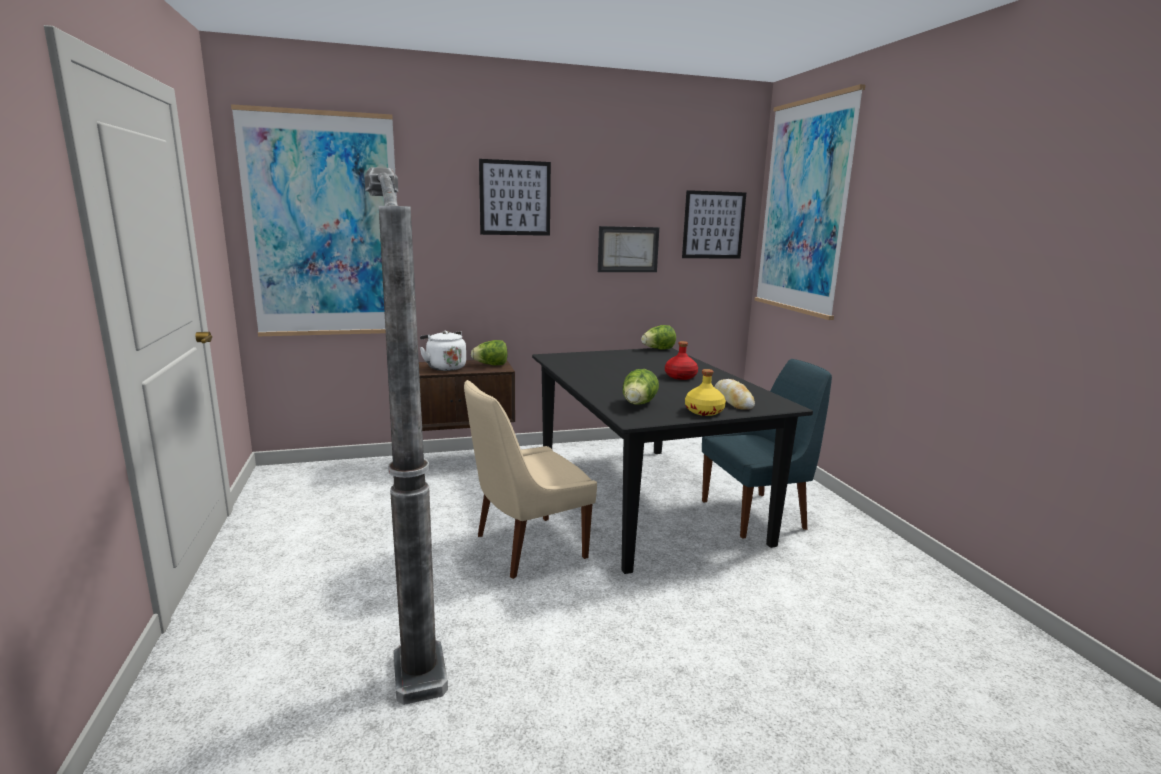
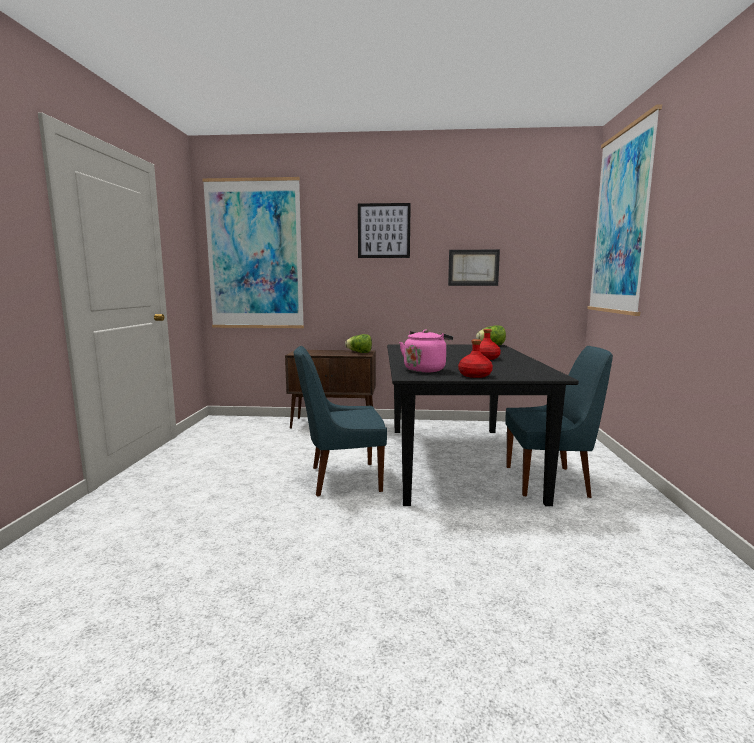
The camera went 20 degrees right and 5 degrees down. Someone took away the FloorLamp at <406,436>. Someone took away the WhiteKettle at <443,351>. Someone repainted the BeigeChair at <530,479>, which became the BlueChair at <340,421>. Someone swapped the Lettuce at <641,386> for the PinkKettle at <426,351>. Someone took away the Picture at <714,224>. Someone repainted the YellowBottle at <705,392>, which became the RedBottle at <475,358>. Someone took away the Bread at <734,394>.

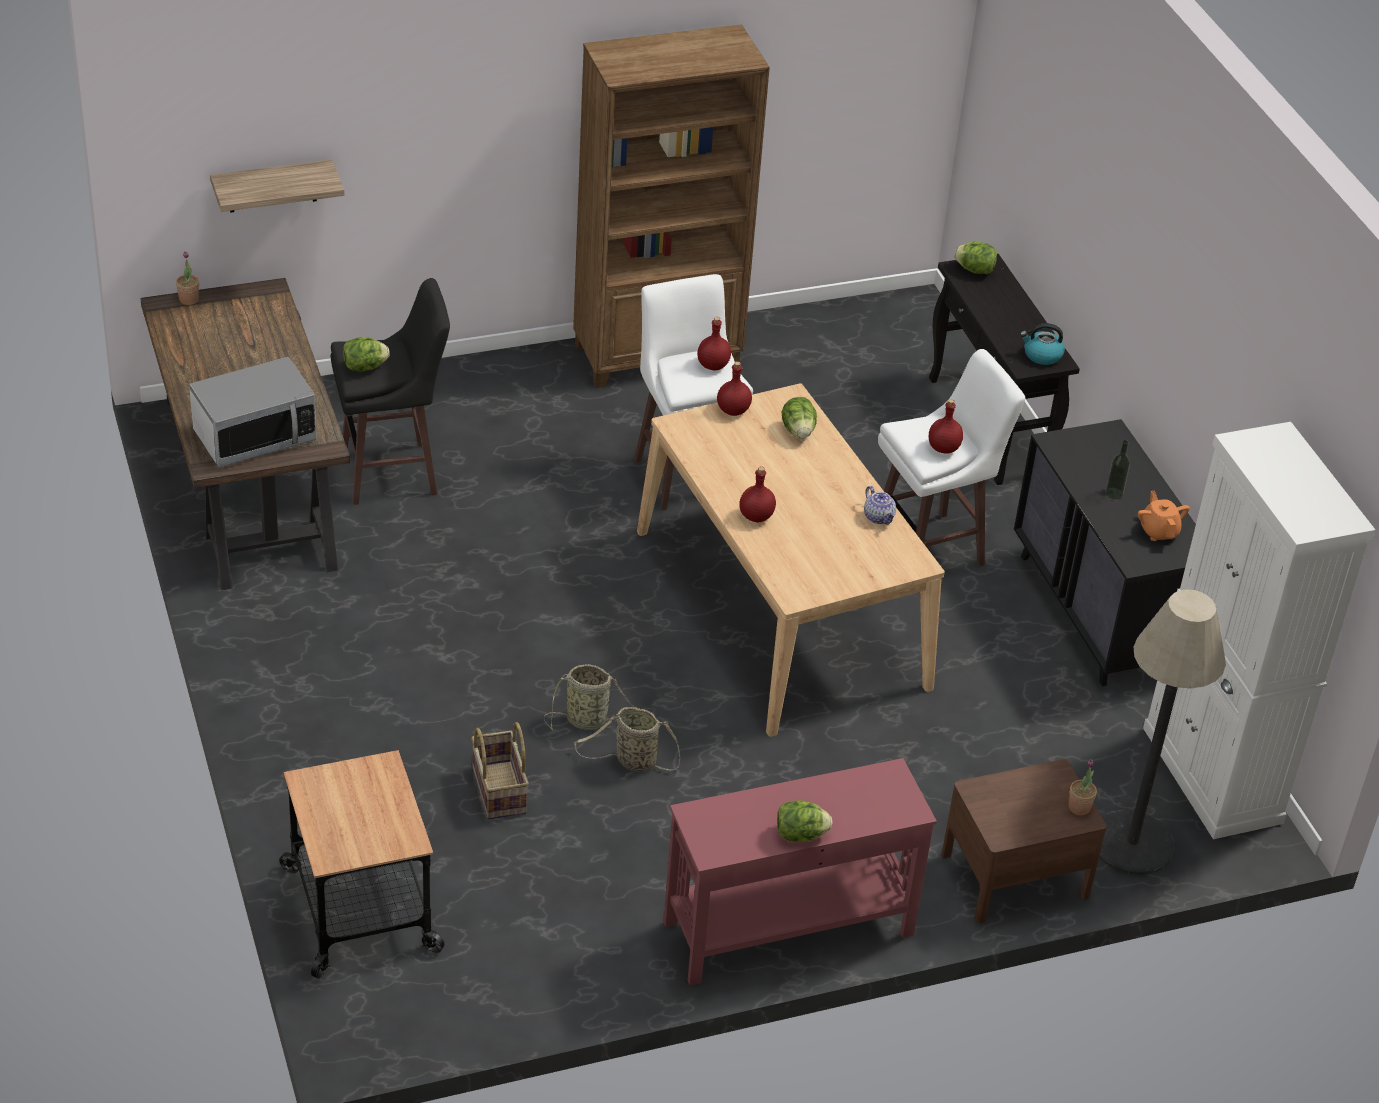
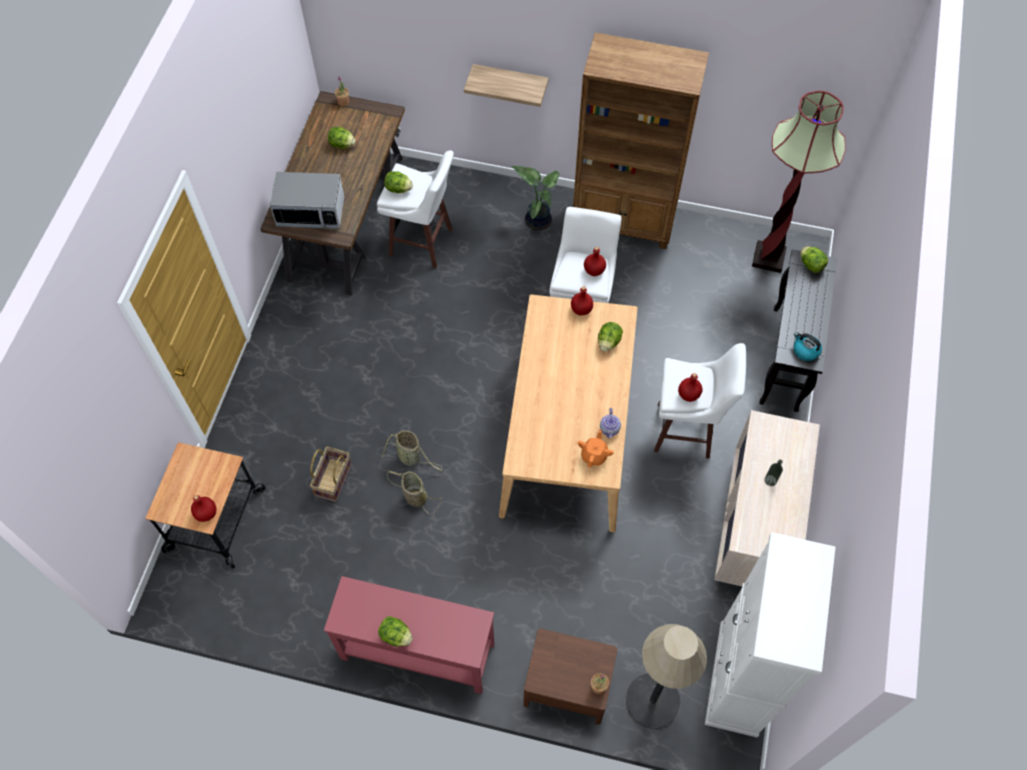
The camera went 35 degrees right and 20 degrees up. Someone carried the Shelf from <277,186> to <506,85>. Someone repainted the BlackStool at <390,391>, which became the WhiteStool at <415,209>. Someone carried the RedBottle from <757,494> to <203,508>. Someone repainted the BlackDresser at <1105,552>, which became the BeigeDresser at <767,498>. Someone carried the OrangeTeapot from <1164,516> to <596,449>. Someone put down the Lettuce at <342,138>. Someone put down the PottedPlant at <536,198>. Someone put down the FloorLamp at <799,181>.

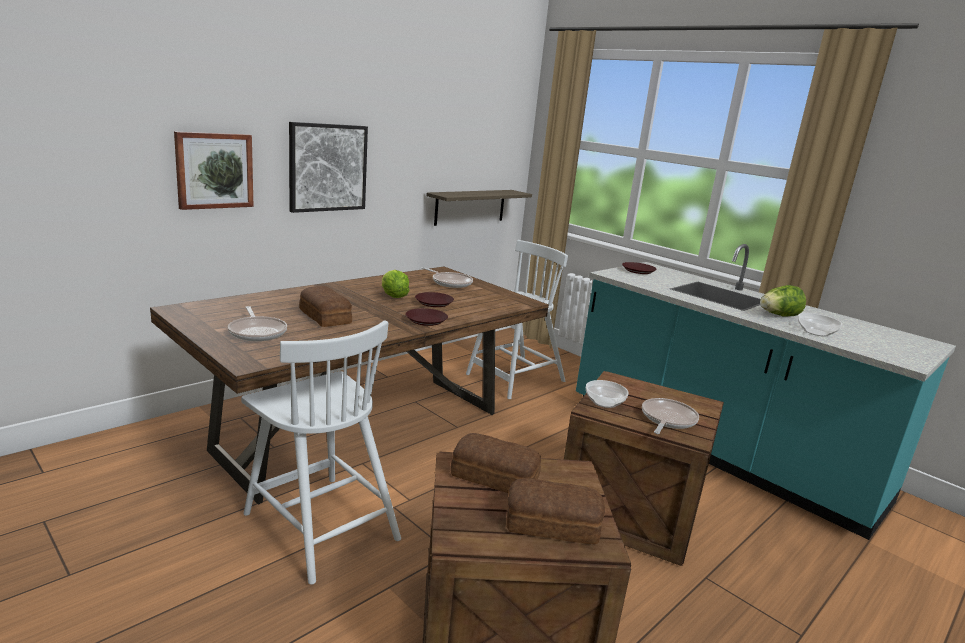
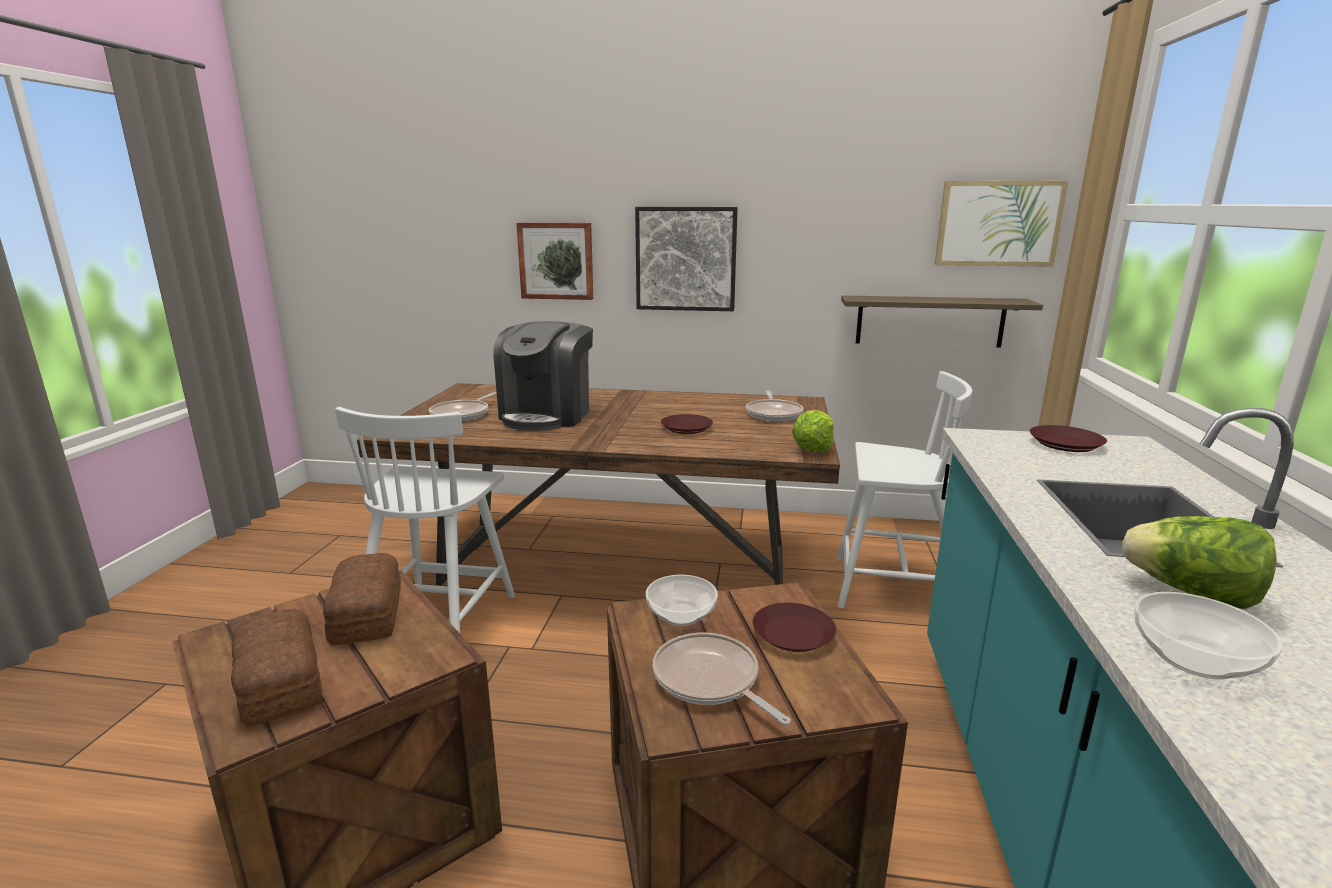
The camera went 55 degrees right and 0 degrees up. Someone swapped the Bread at <325,306> for the CoffeeMachine at <543,376>. Someone carried the Lettuce from <395,284> to <813,431>. Someone carried the BrownPlate from <427,317> to <794,627>. Someone rotated the FryingPan at <670,416> by 120 degrees counterclockwise. Someone put up the Picture at <1001,224>.

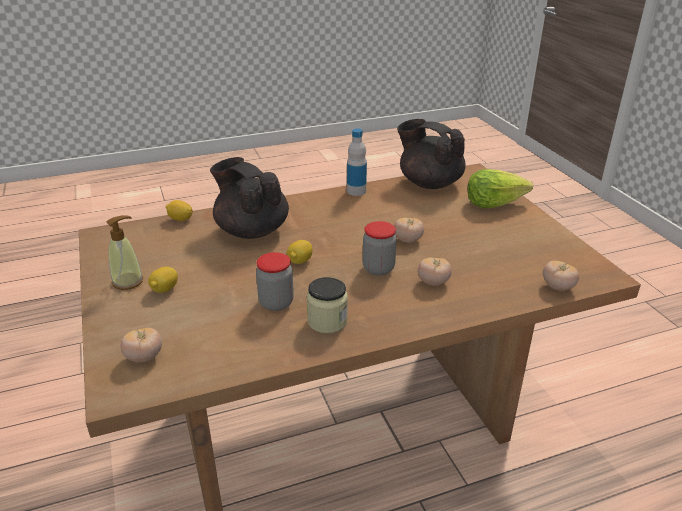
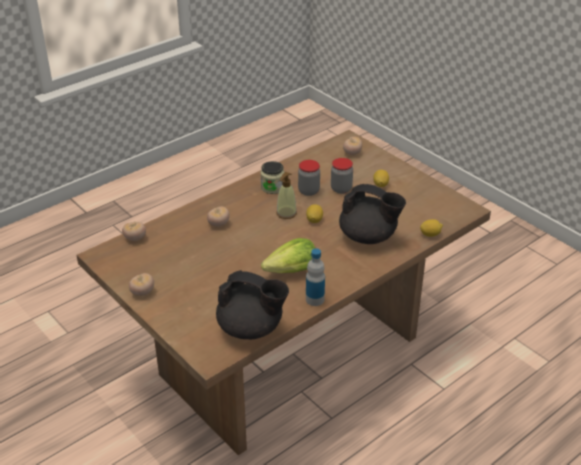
The camera went 160 degrees right and 5 degrees up. Someone carried the SoapDispenser from <124,252> to <286,195>. Someone carried the Jar from <380,248> to <342,176>. Someone carried the Tomato from <409,230> to <141,284>. Someone carried the Lettuce from <500,188> to <288,255>.

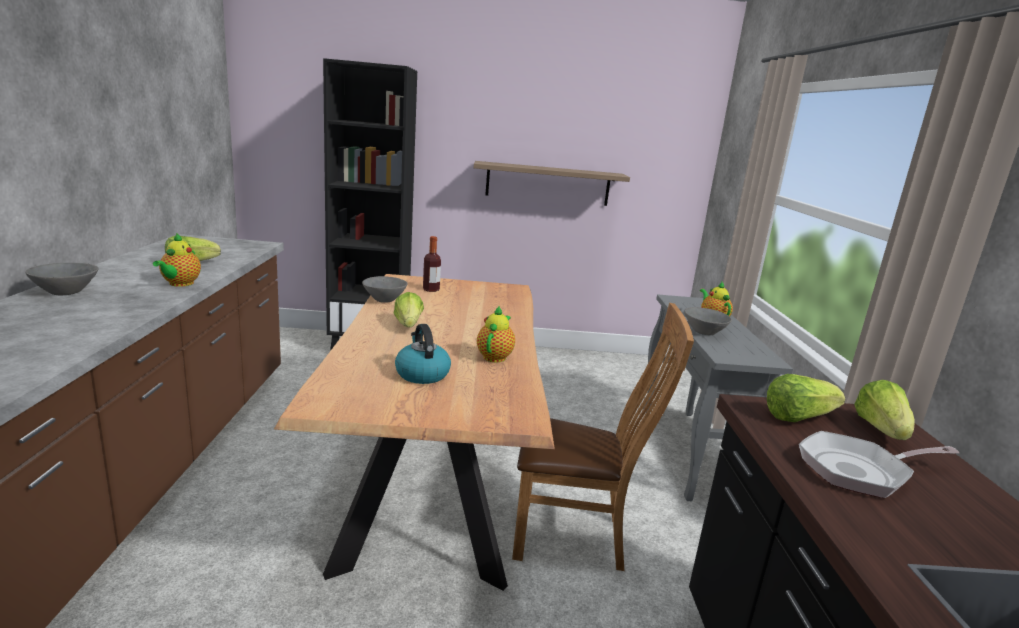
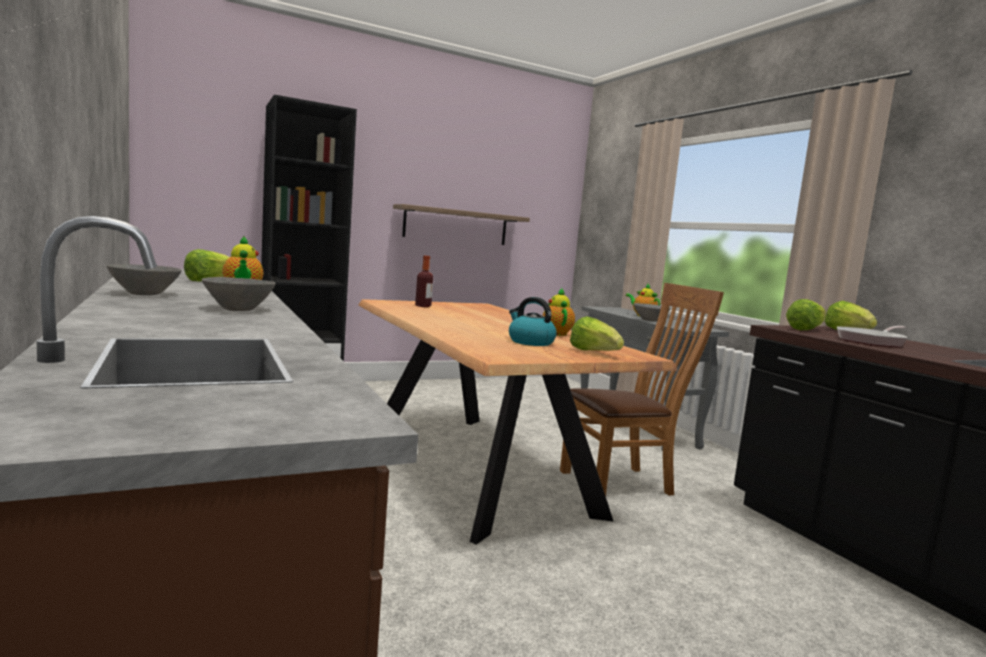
The camera went 25 degrees left and 10 degrees down. Someone carried the GreyBowl from <385,289> to <239,294>. Someone carried the Lettuce from <409,309> to <597,333>.

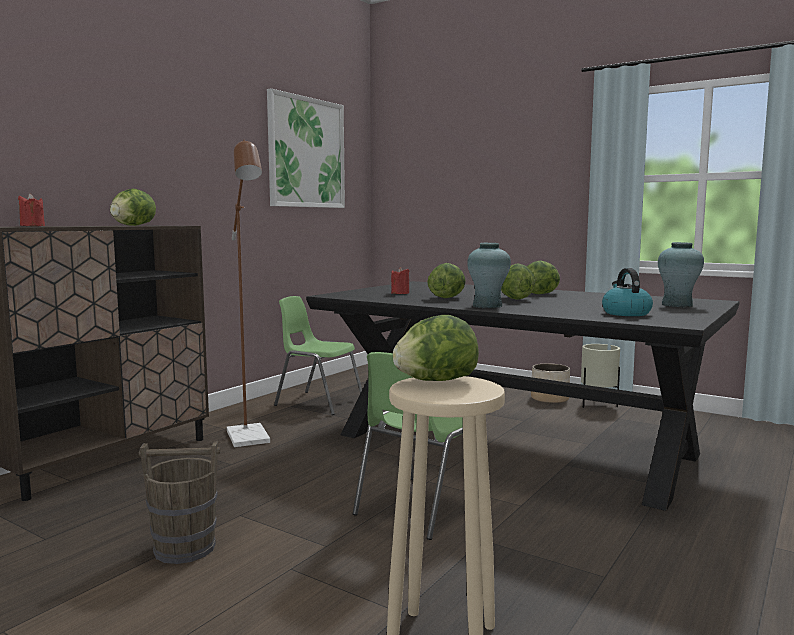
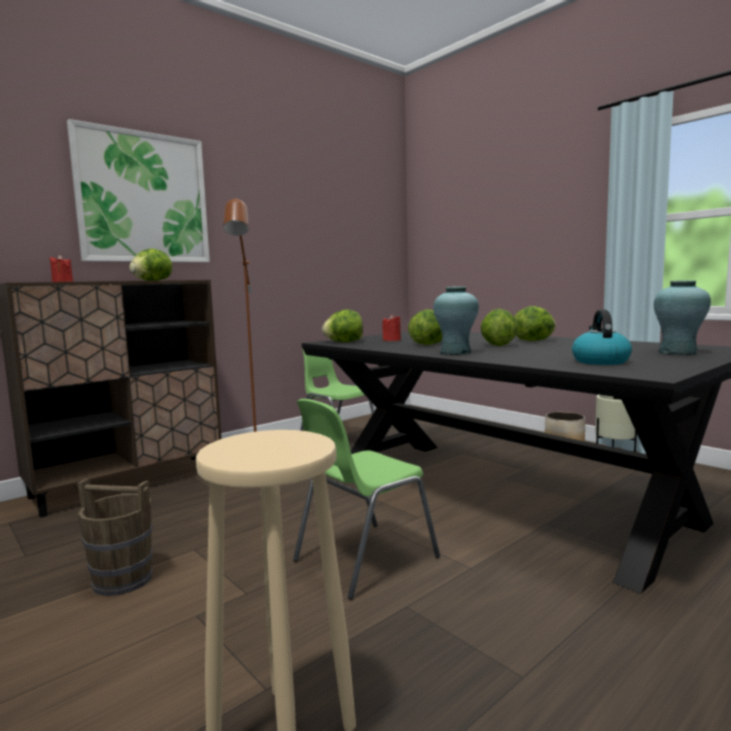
The camera went 15 degrees right and 0 degrees up. Someone carried the Picture from <306,148> to <138,190>. Someone carried the Lettuce from <436,348> to <342,325>.

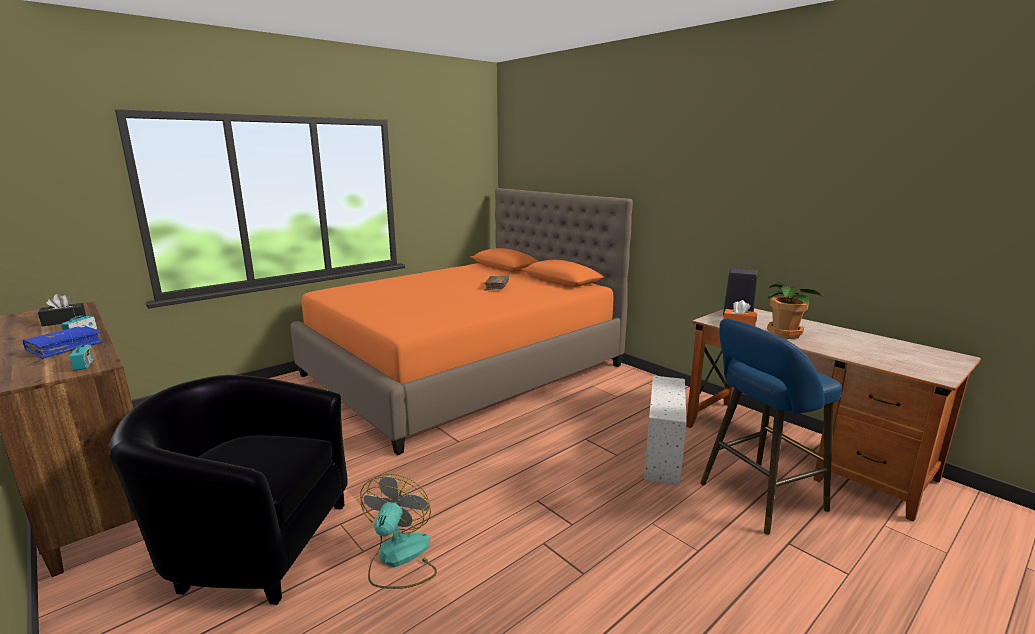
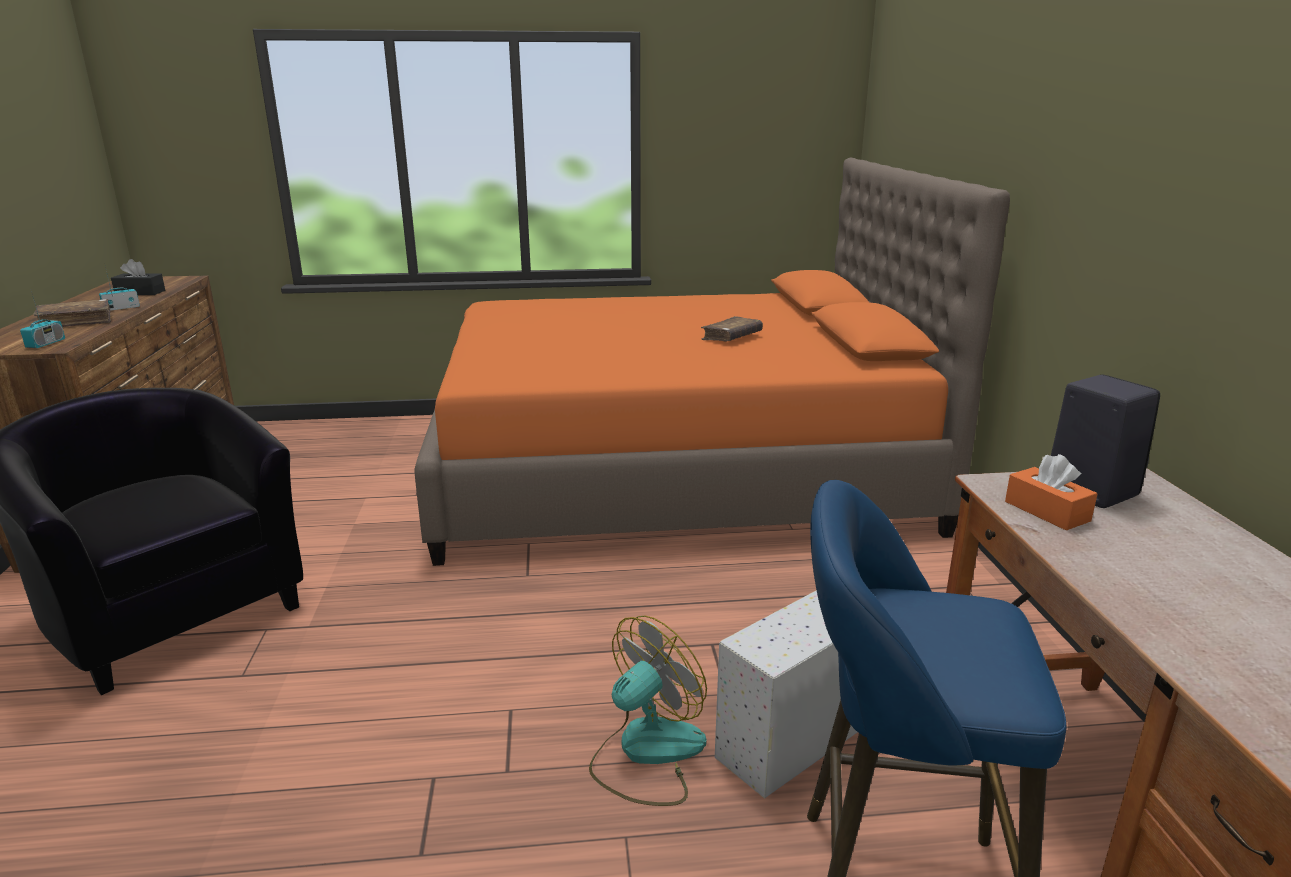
The camera went 35 degrees right and 5 degrees up. Someone repainted the BlueBook at <62,342>, which became the BrownBook at <72,313>. Someone carried the Fan from <398,531> to <648,710>. Someone took away the PottedPlant at <794,310>.

